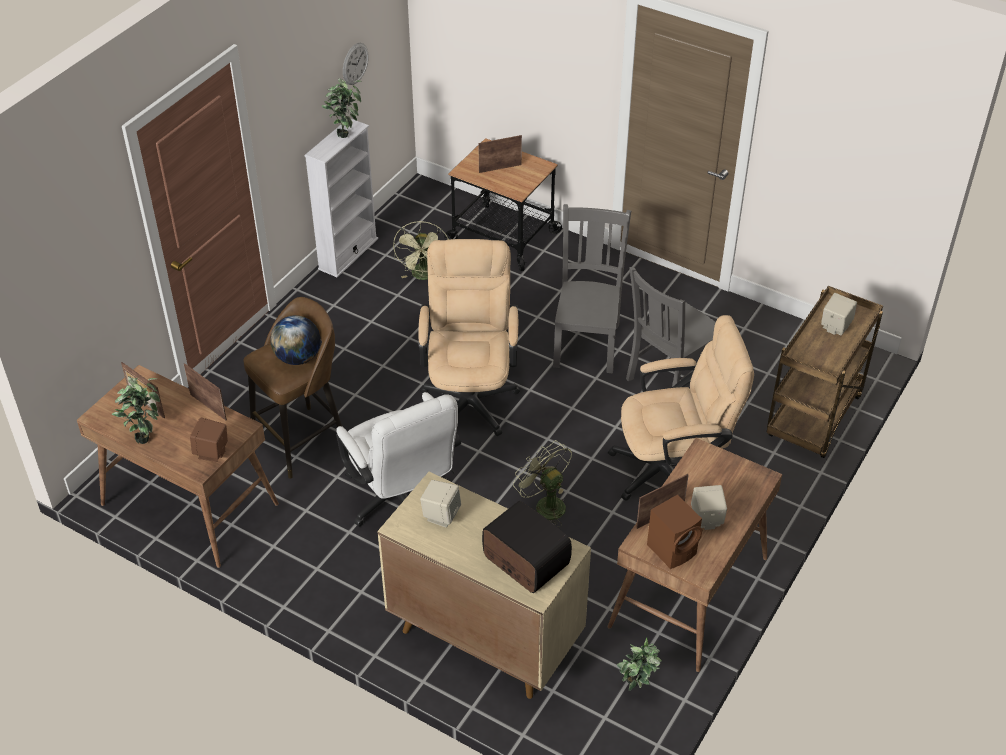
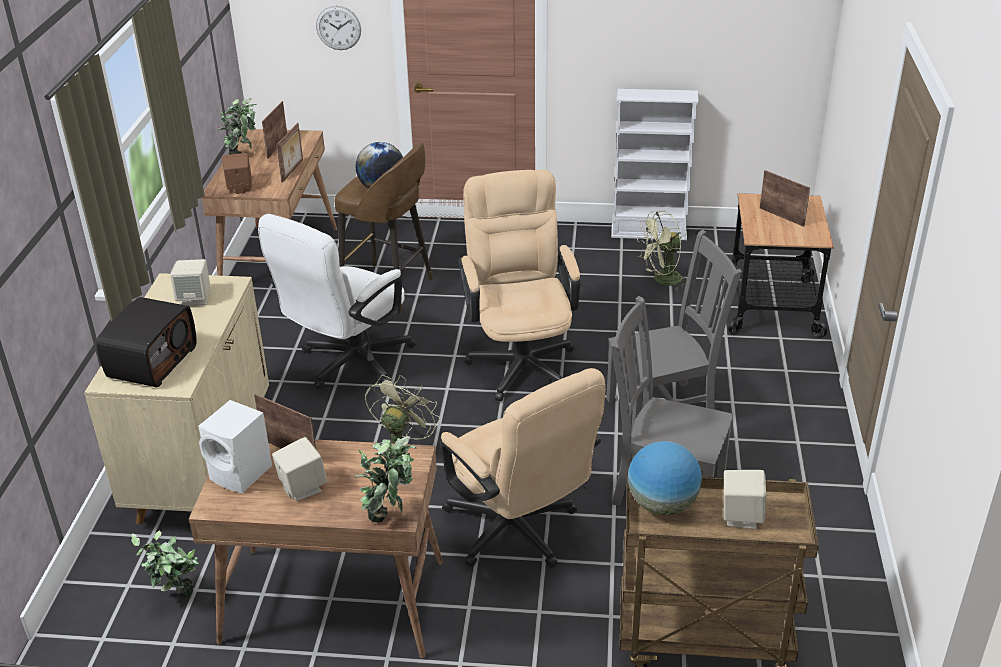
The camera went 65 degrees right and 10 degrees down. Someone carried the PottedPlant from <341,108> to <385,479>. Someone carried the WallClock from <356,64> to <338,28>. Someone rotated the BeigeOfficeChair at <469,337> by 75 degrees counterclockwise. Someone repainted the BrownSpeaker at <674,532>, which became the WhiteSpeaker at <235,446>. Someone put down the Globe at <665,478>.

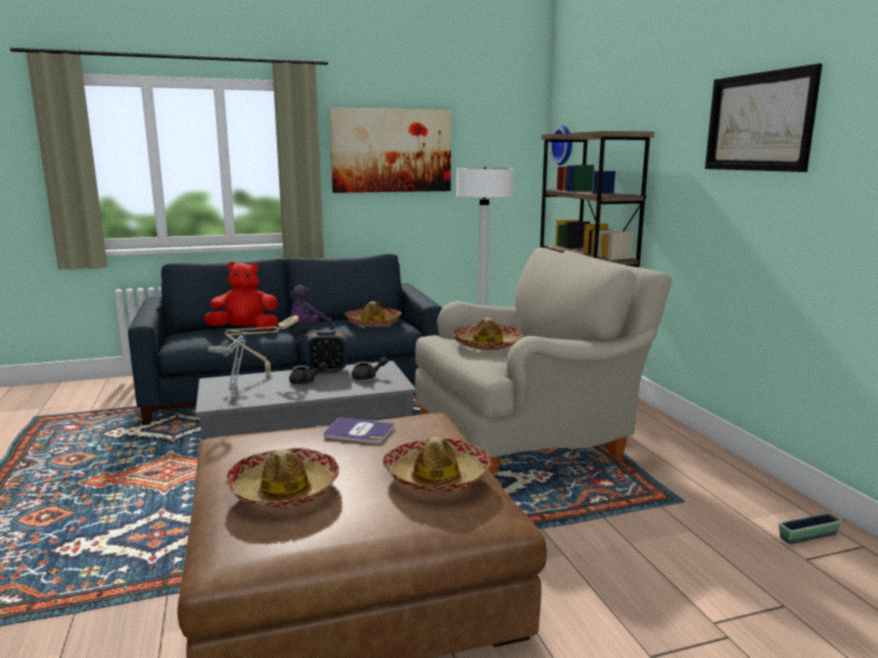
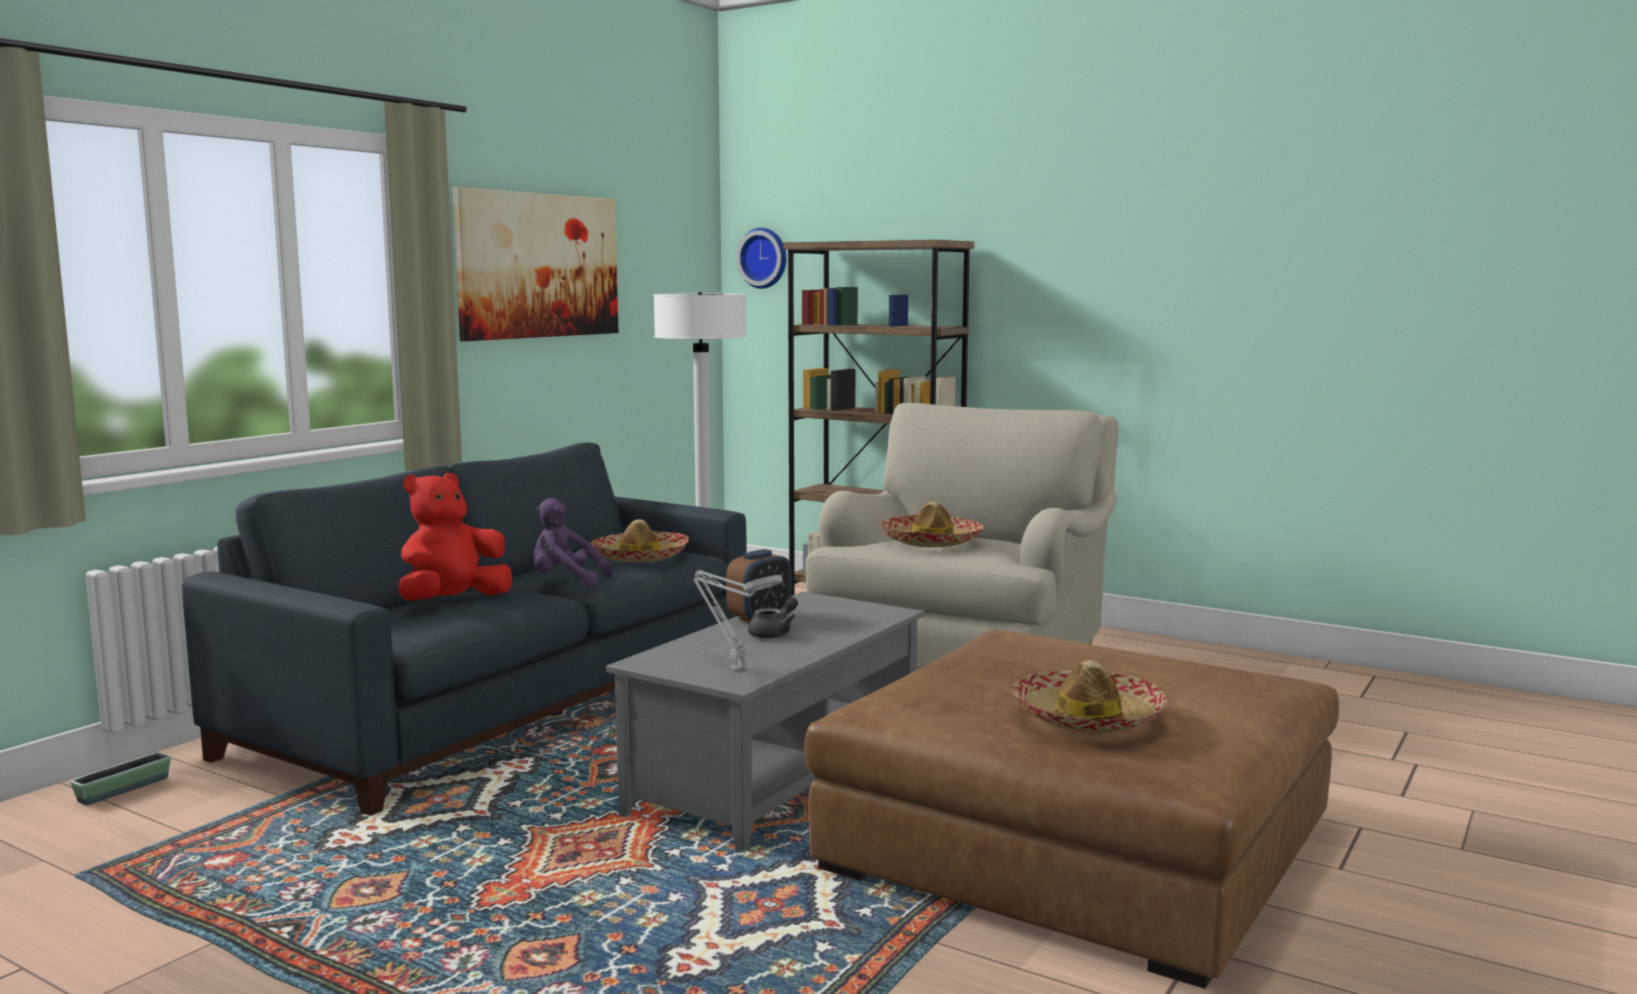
The camera went 40 degrees left and 5 degrees down. Someone took away the BeigeTableLamp at <262,345>. Someone rotated the PurplePlushToy at <311,306> by 105 degrees clockwise. Someone took away the Book at <359,430>. Someone took away the GreyTeapot at <369,368>. Someone took away the Hat at <436,464>. Someone took away the Picture at <763,118>. Someone carried the Planter from <810,528> to <120,778>.

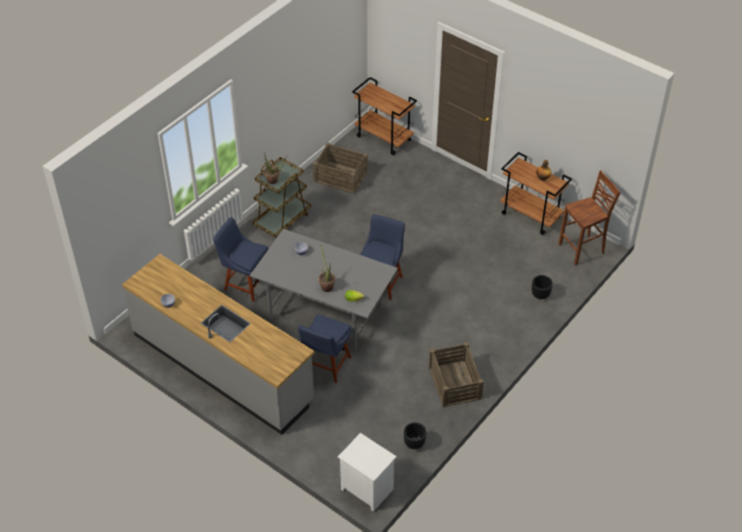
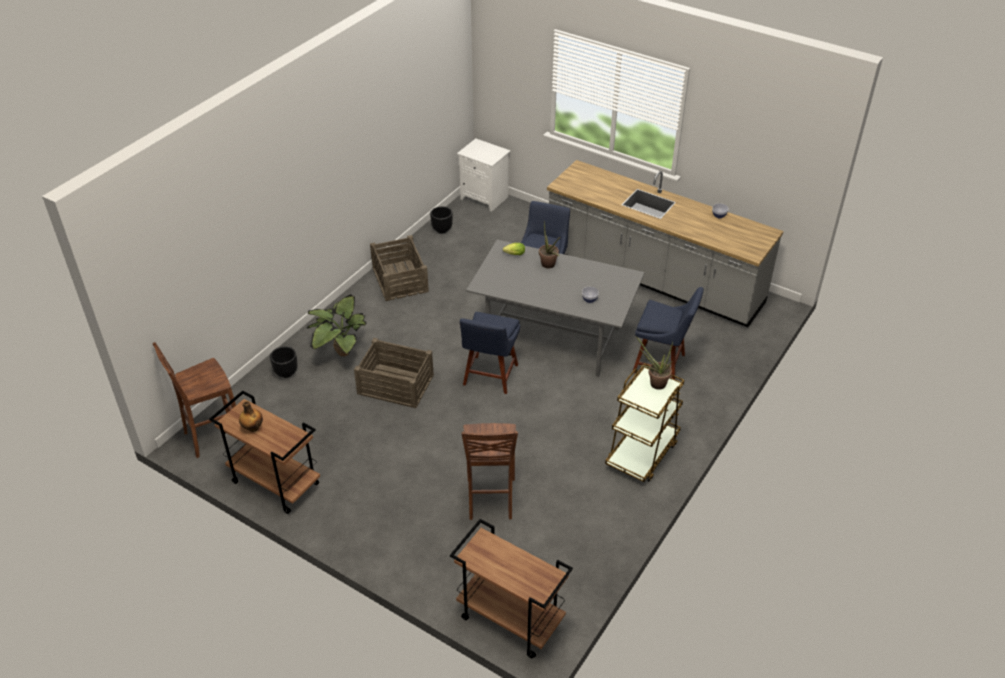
The camera went 175 degrees right and 5 degrees down. Someone carried the Crate from <340,168> to <394,373>. Someone put down the PottedPlant at <336,325>. Someone put down the BrownStool at <490,471>.

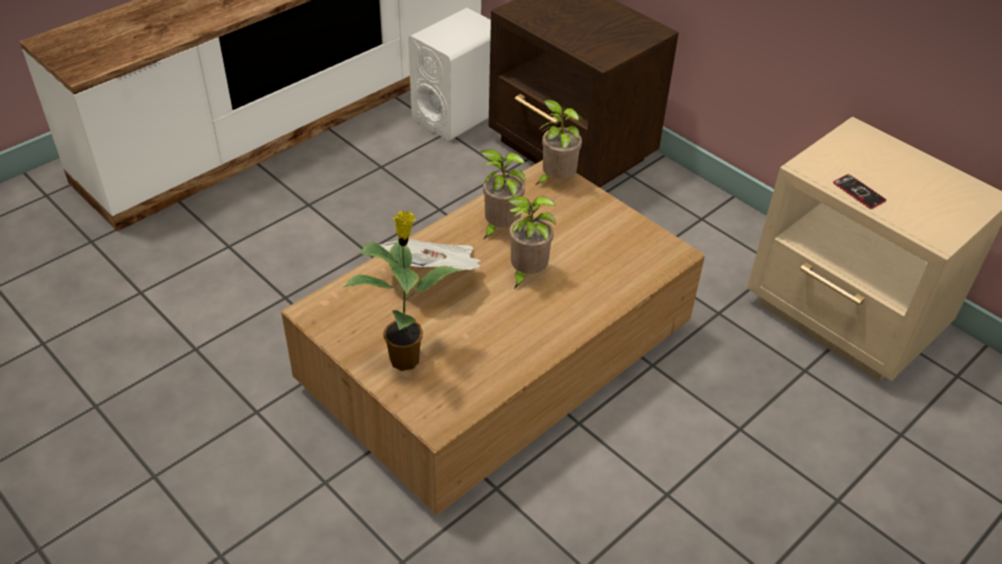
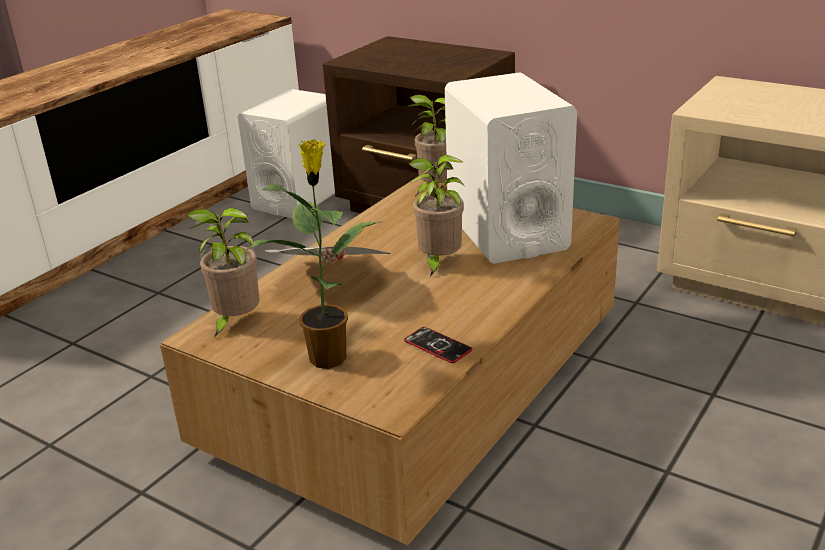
The camera went 10 degrees left and 15 degrees down. Someone carried the PottedPlant from <502,194> to <223,273>. Someone carried the Phone from <859,191> to <438,345>. Someone put down the WhiteSpeaker at <511,168>.

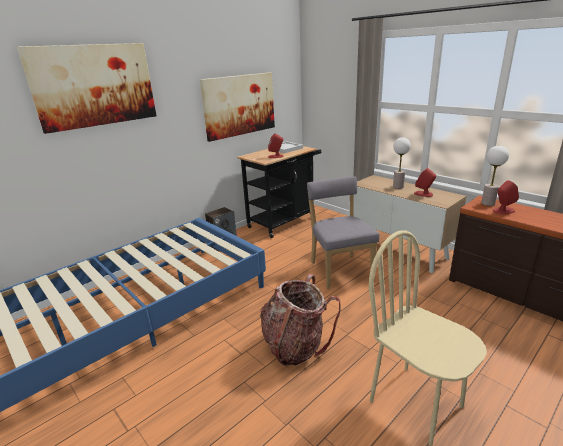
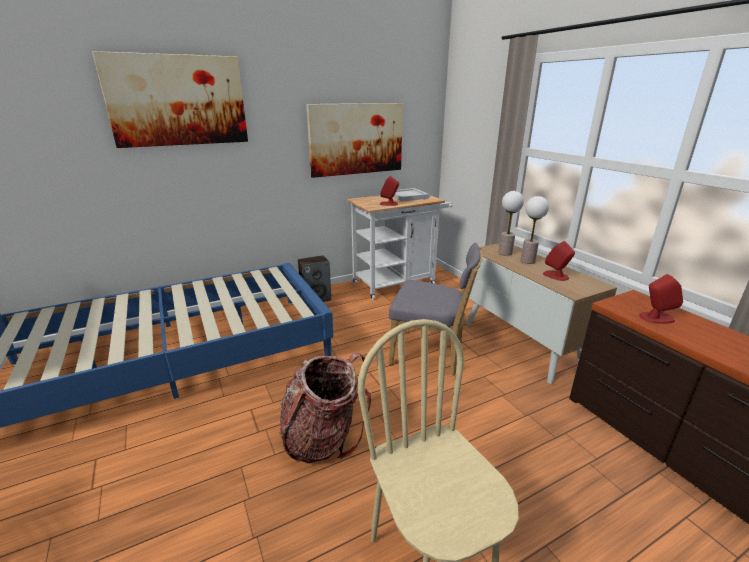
The camera went 15 degrees right and 0 degrees up. Someone repainted the BlackCart at <279,192>, which became the WhiteCart at <400,247>. Someone rotated the GreyChair at <343,233> by 105 degrees clockwise. Someone carried the TableLamp from <495,176> to <511,223>.

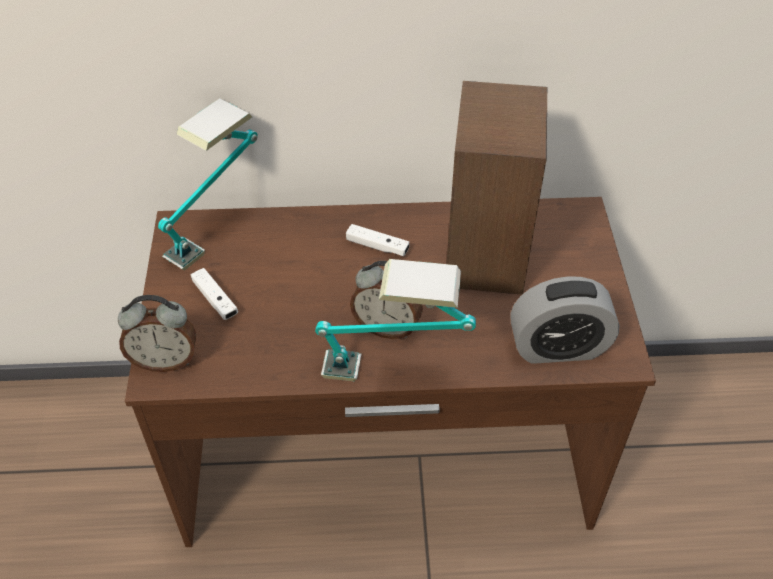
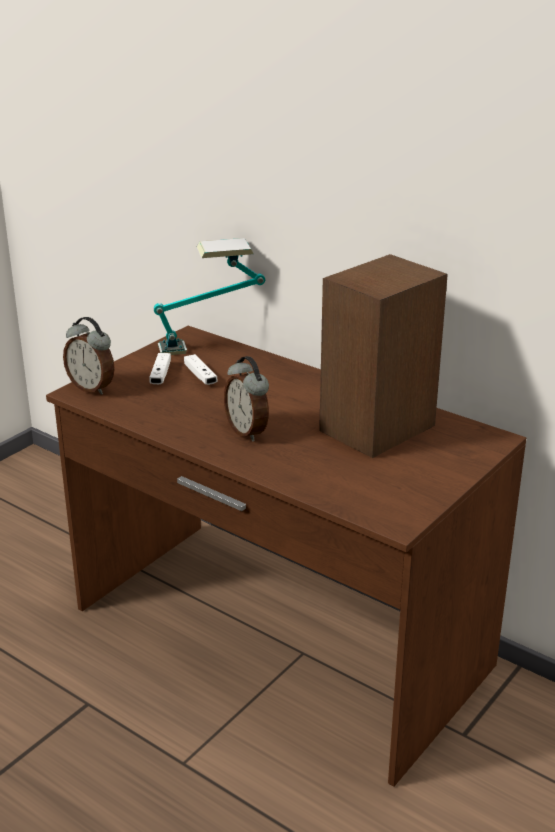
The camera went 40 degrees right and 20 degrees down. Someone took away the TableLamp at <395,320>. Someone carried the WhiteGameController from <377,240> to <201,369>. Someone took away the AlarmClock at <565,320>.

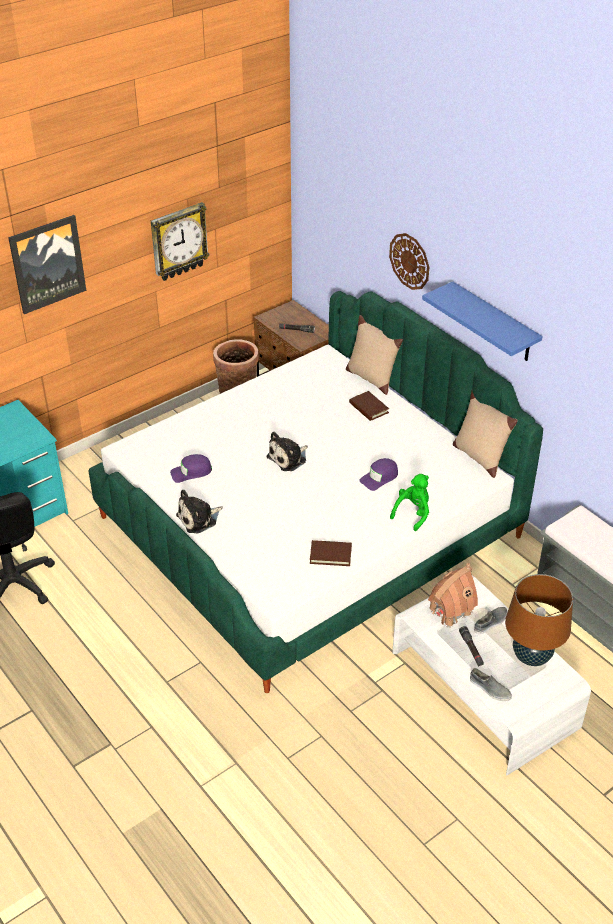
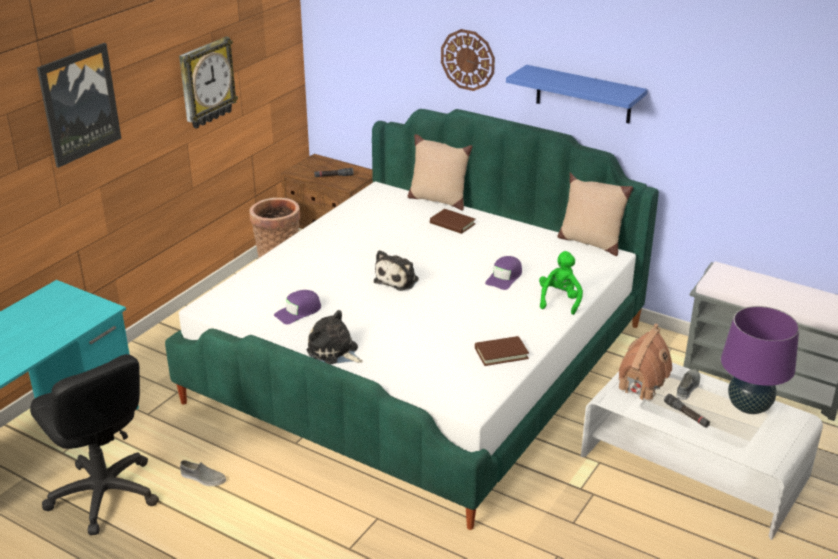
The camera went 20 degrees left and 10 degrees down. Someone rotated the PlushToy at <199,512> by 90 degrees clockwise. Someone carried the GreyShoe from <491,684> to <203,473>. Someone repainted the BrownTableLamp at <539,620>, which became the PurpleTableLamp at <760,360>.

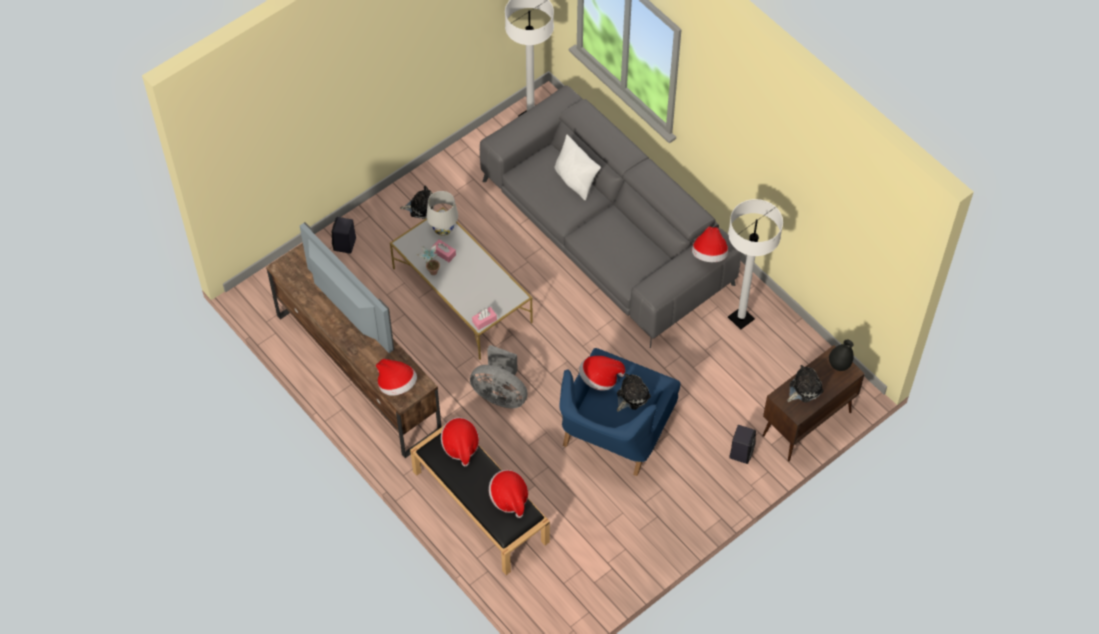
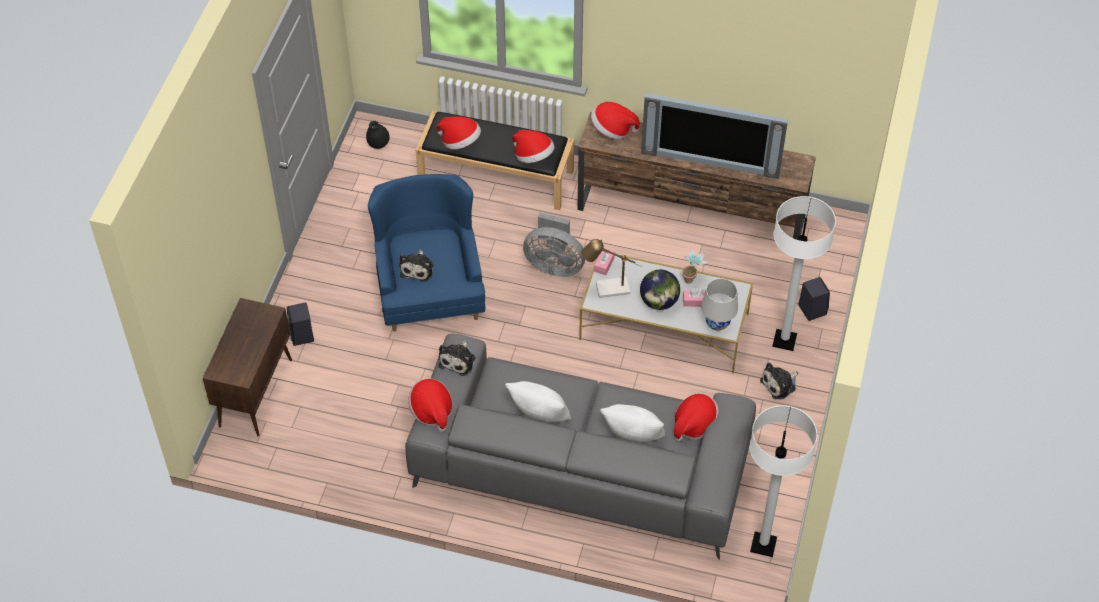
The camera went 145 degrees right and 5 degrees down. Someone rotated the GreyFan at <498,376> by 150 degrees counterclockwise. Someone carried the Hat from <602,373> to <696,417>. Someone carried the WhiteFloorLamp from <755,264> to <804,273>. Someone carried the PlushToy from <805,384> to <456,358>. Someone carried the BlackVase from <841,355> to <378,135>. Someone put down the WhitePillow at <538,401>. Someone put down the TableLamp at <612,268>. Someone put down the Globe at <660,290>.

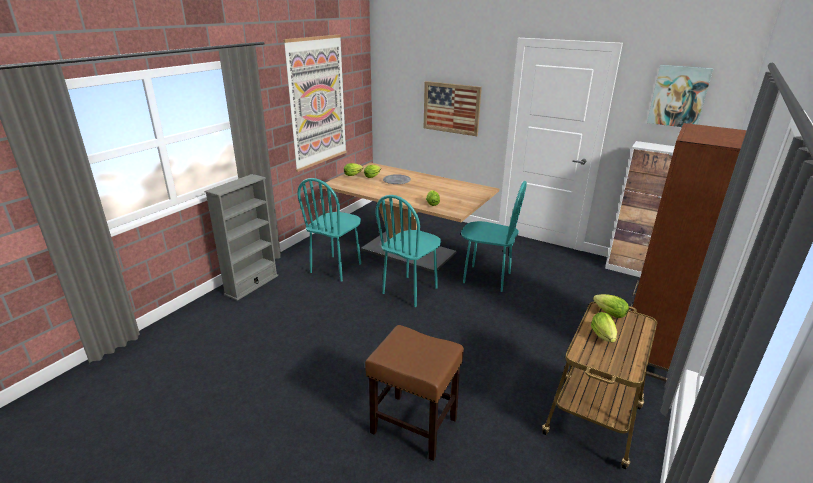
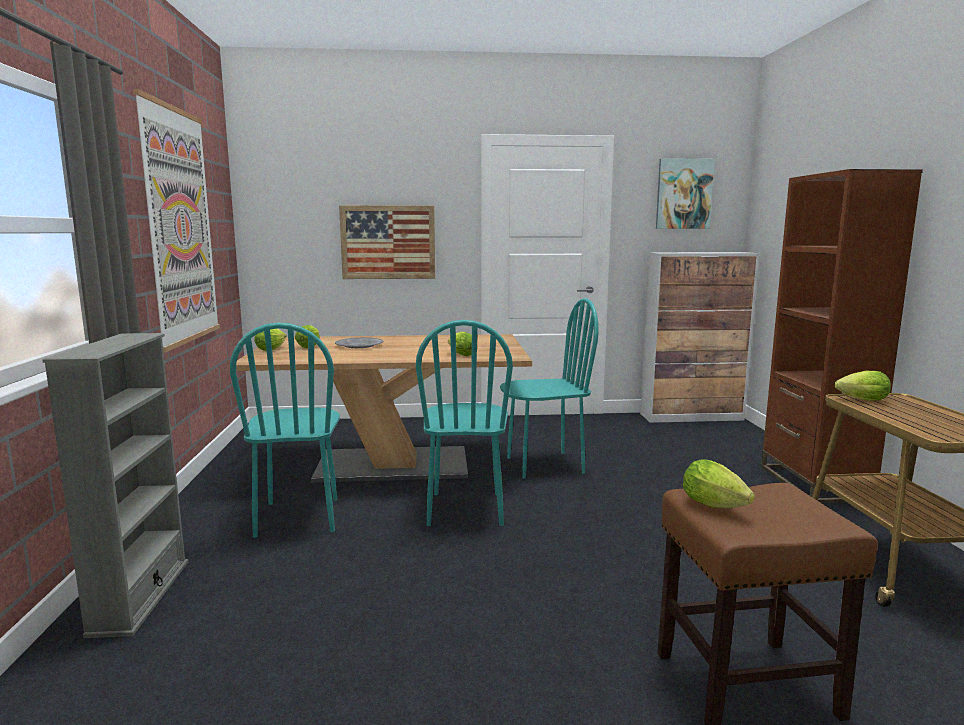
The camera went 35 degrees left and 15 degrees down. Someone carried the Lettuce from <604,327> to <719,484>.

